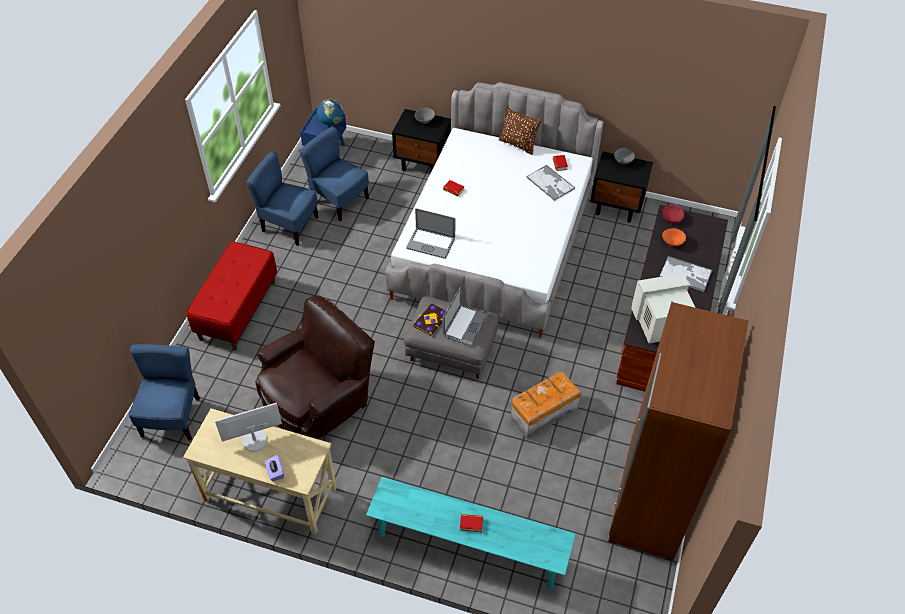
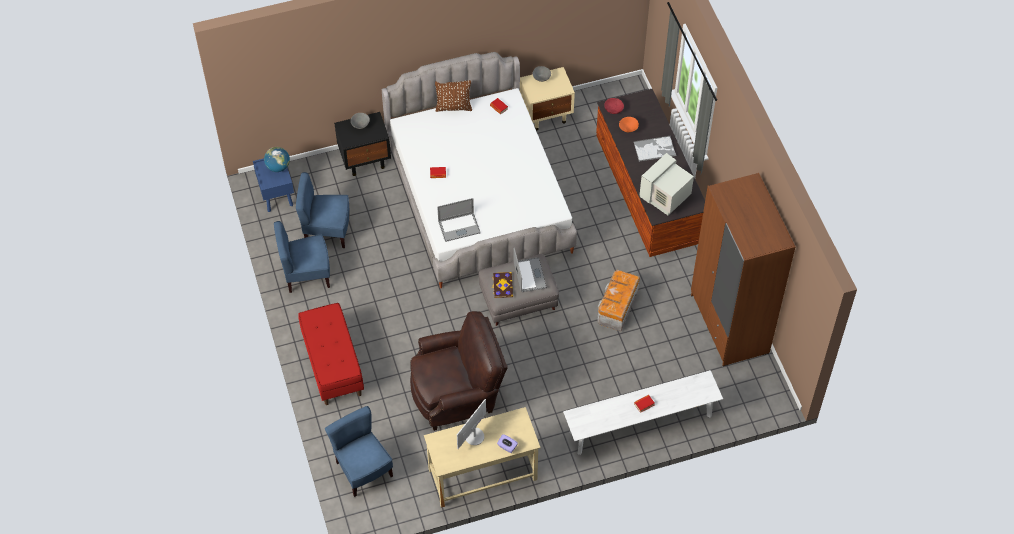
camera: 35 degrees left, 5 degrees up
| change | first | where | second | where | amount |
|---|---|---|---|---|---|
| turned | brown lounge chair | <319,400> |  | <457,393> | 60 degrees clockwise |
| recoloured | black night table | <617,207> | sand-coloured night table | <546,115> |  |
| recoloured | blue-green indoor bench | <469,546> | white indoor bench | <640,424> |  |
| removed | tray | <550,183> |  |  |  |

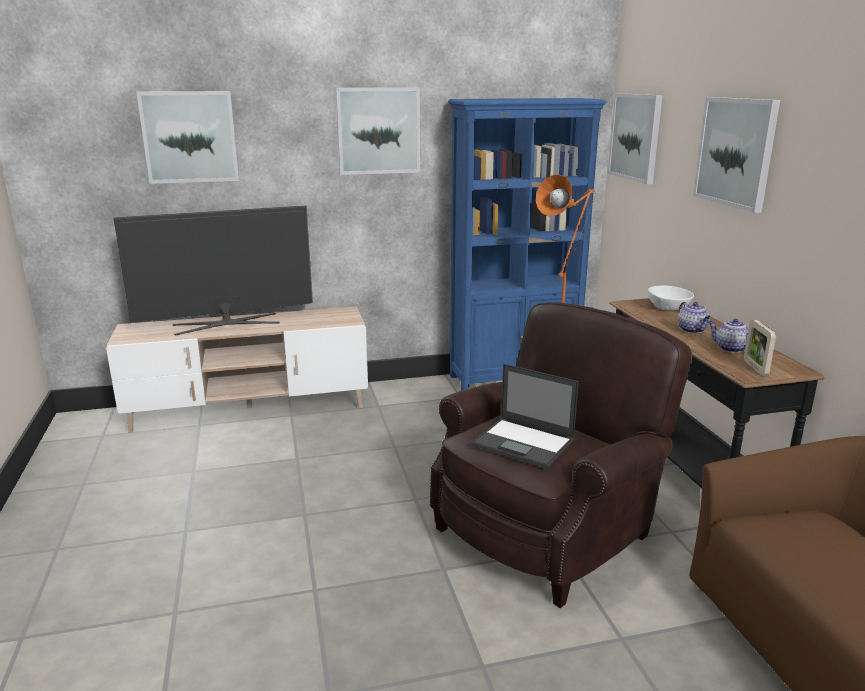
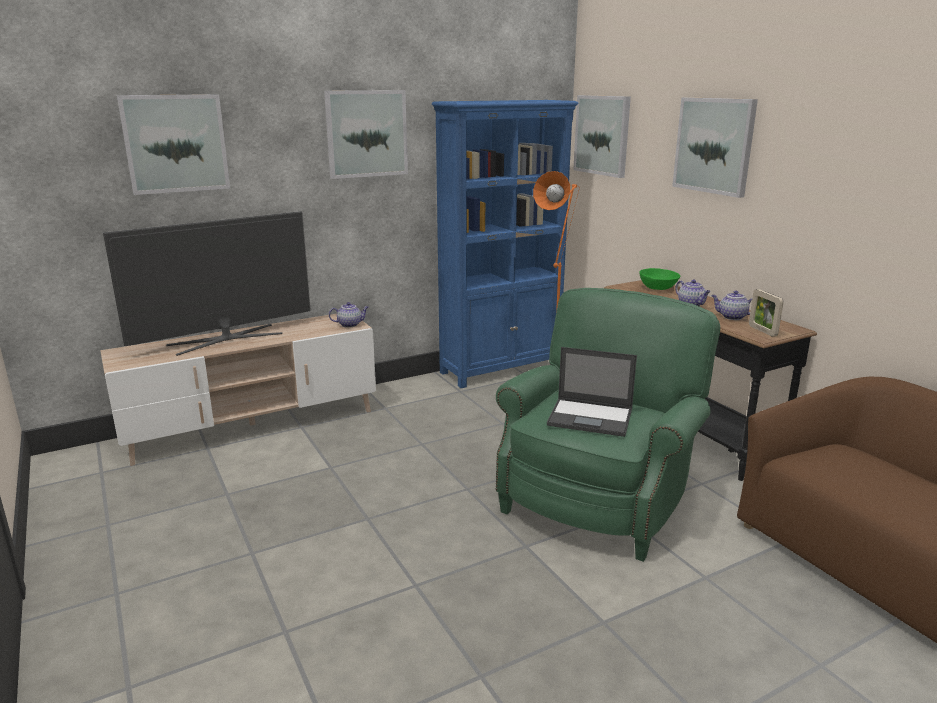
camera: 15 degrees left, 0 degrees up
| change | first | where | second | where | amount |
|---|---|---|---|---|---|
| added |  |  | teapot | <350,324> |  |
| recoloured | brown lounge chair | <548,528> | greenish lounge chair | <599,496> |  |
| recoloured | white bowl | <668,308> | greenish bowl | <658,288> |  |

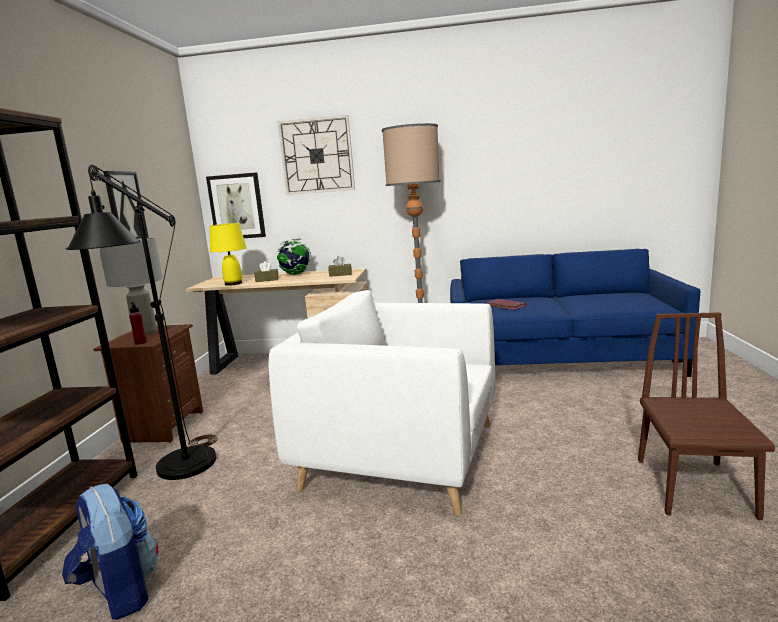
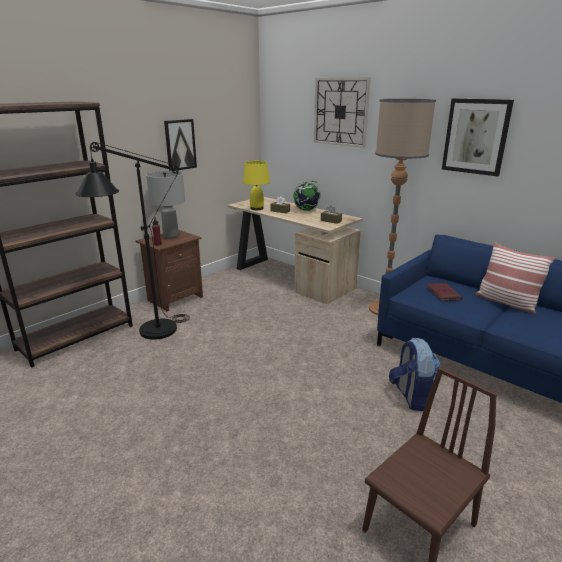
camera: 35 degrees right, 10 degrees up
| change | first | where | second | where | amount |
|---|---|---|---|---|---|
| moved | knapsack | <119,592> |  | <411,397> |  |
| moved | wall picture | <237,206> |  | <476,136> |  |
| added |  |  | cushion | <506,302> |  |
| removed | white lounge chair | <401,454> |  |  |  |

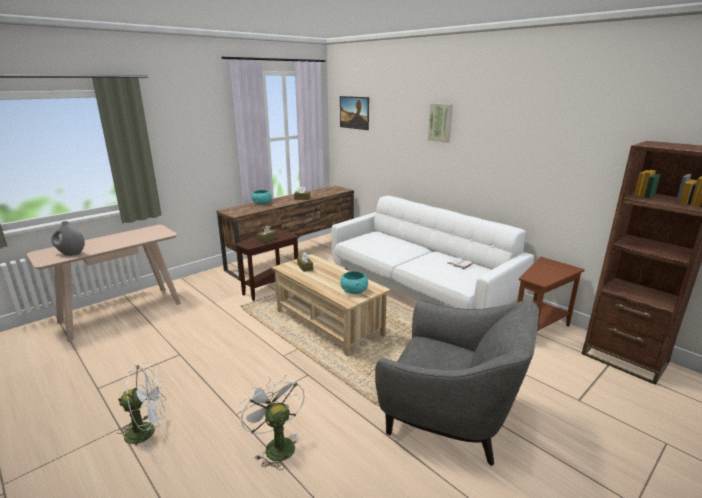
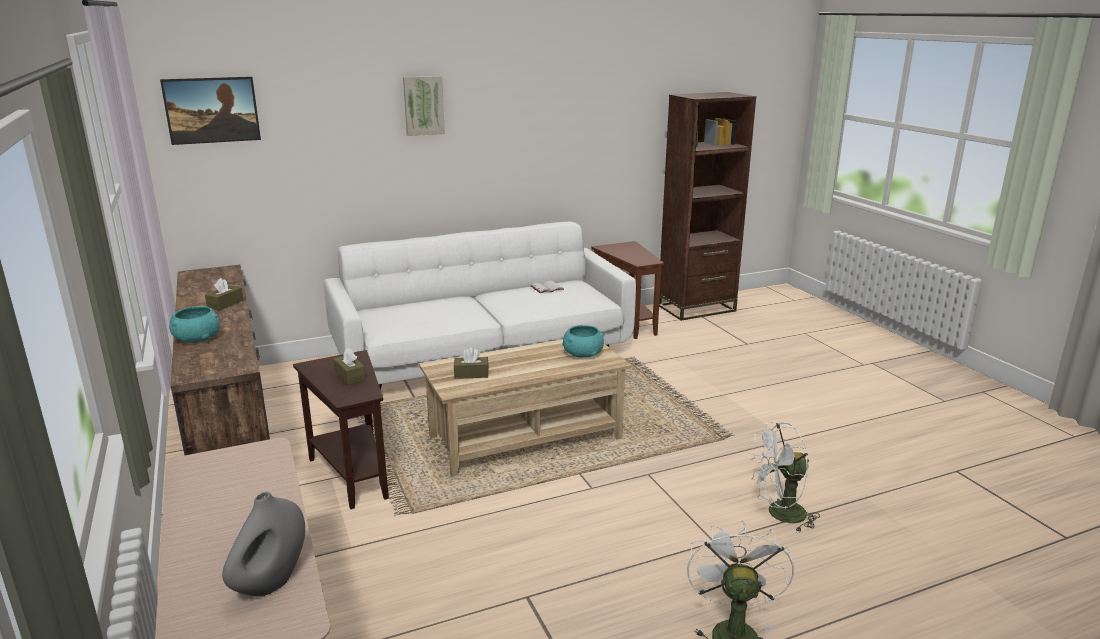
camera: 70 degrees left, 0 degrees up
| change | first | where | second | where | amount |
|---|---|---|---|---|---|
| removed | grey lounge chair | <450,416> |  |  |  |

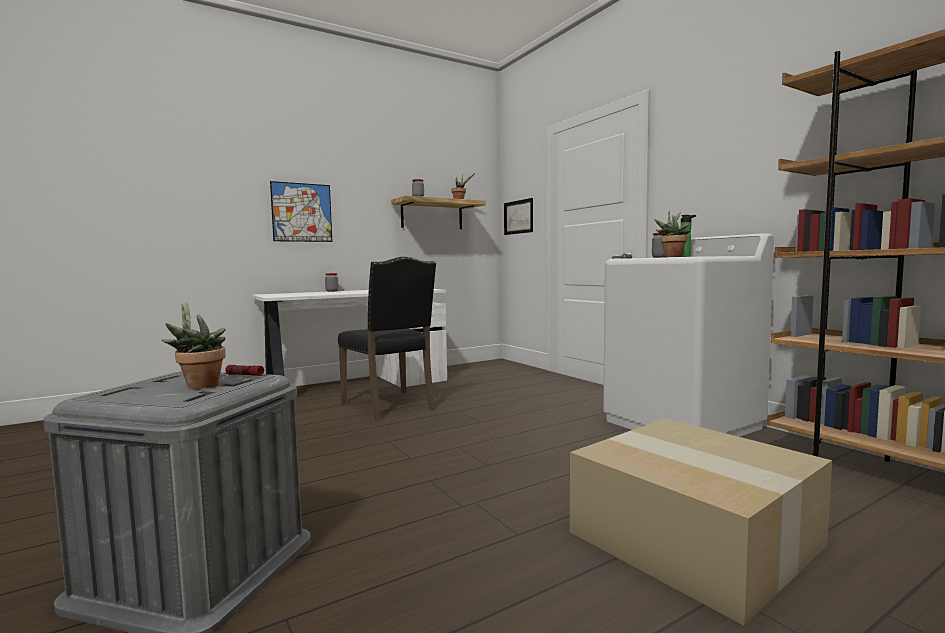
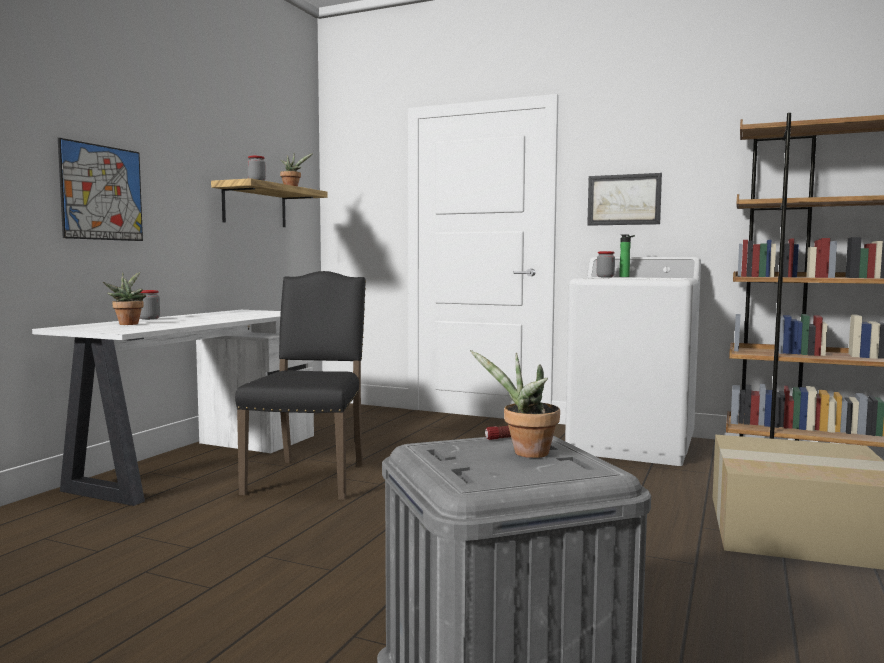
camera: 35 degrees left, 0 degrees up
| change | first | where | second | where | amount |
|---|---|---|---|---|---|
| moved | plant in a pot | <672,257> |  | <128,324> |  |
| turned | black plain chair | <390,406> |  | <310,477> | 105 degrees counterclockwise |
| moved | wall picture | <518,217> |  | <624,199> |  |

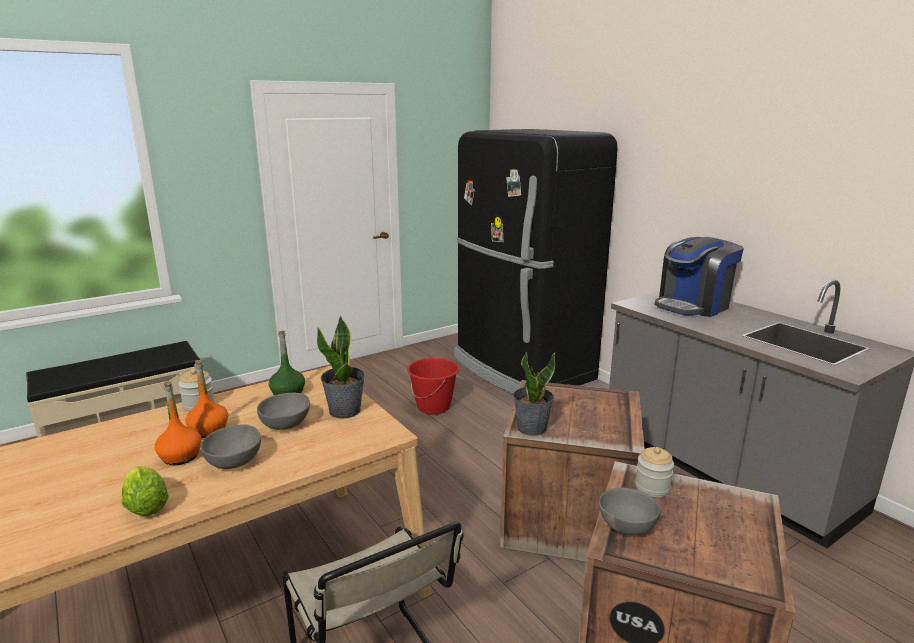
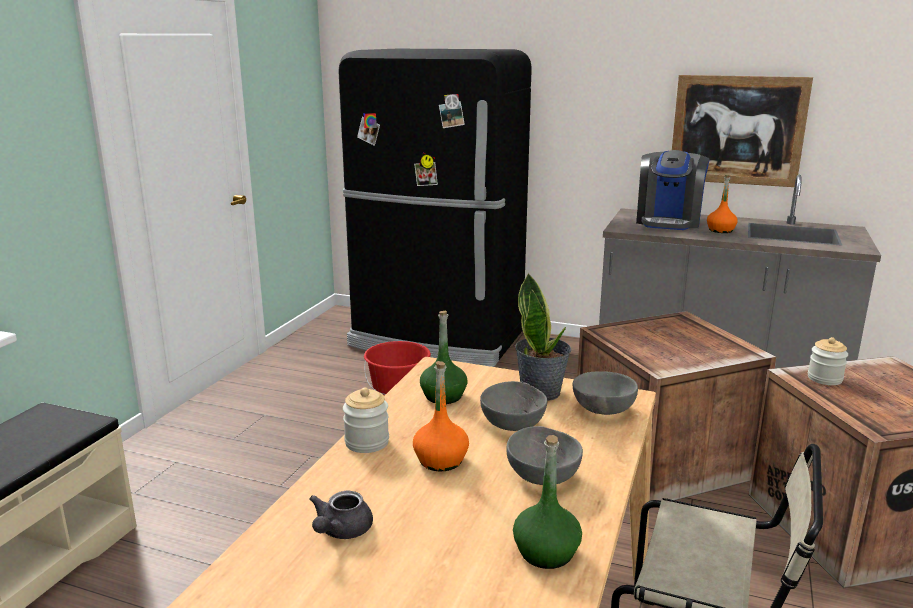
camera: 35 degrees left, 0 degrees up
| change | first | where | second | where | amount |
|---|---|---|---|---|---|
| added |  |  | grey teapot | <341,531> |  |
| replaced | lettuce head | <145,504> | greenish beverage bottle | <546,553> |  |
| moved | grey bowl | <625,527> |  | <602,411> |  |
| added |  |  | wall picture | <737,130> |  |
| moved | orange beverage bottle | <181,456> |  | <720,230> |  |
| removed | plant in a pot | <531,428> |  |  |  |

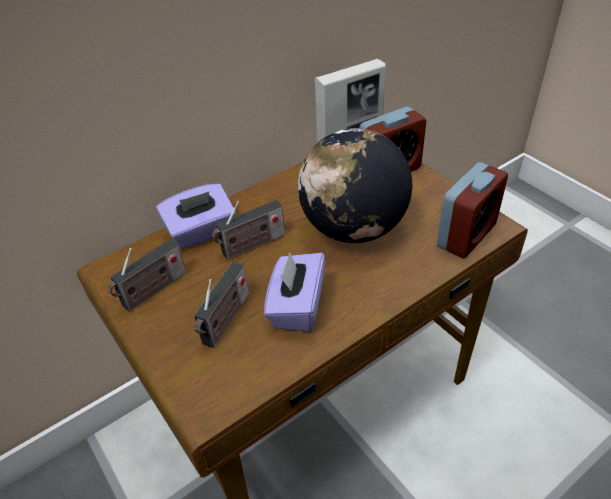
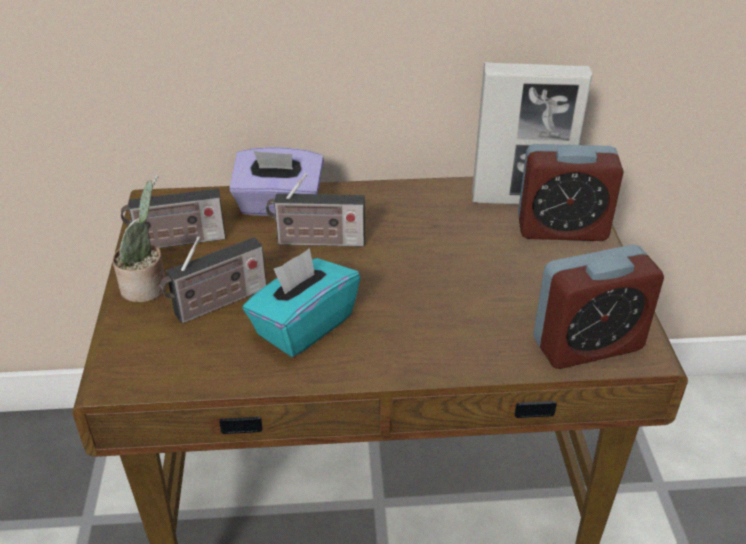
camera: 30 degrees right, 5 degrees down
| change | first | where | second | where | amount |
|---|---|---|---|---|---|
| added |  |  | plant in a pot | <147,288> |  |
| recoloured | purple tissue holder | <297,306> | blue-green tissue holder | <303,325> |  |
| removed | globe | <353,228> |  |  |  |

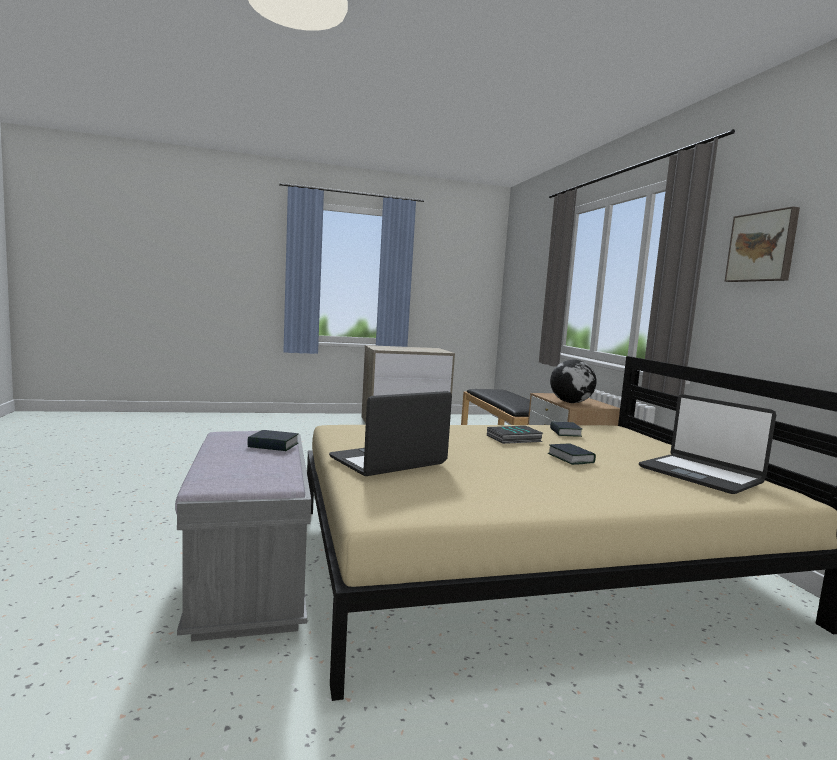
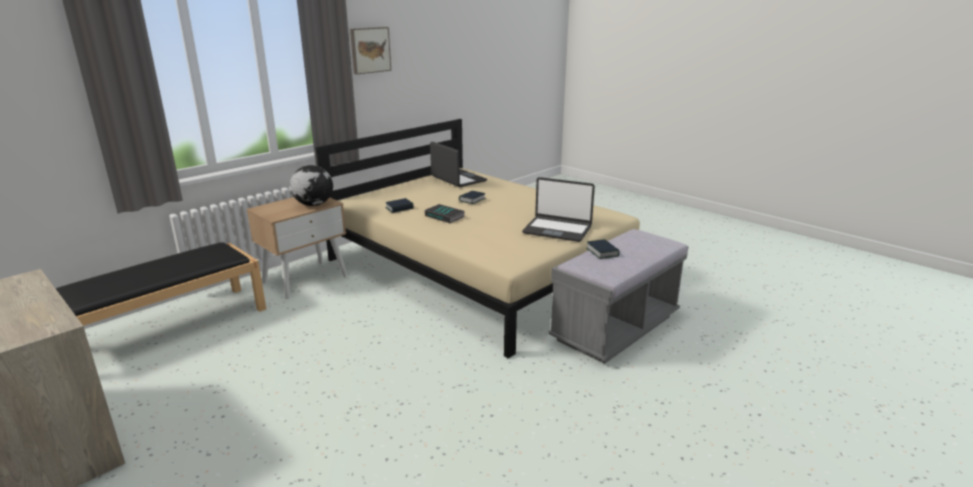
camera: 120 degrees left, 15 degrees up
| change | first | where | second | where | amount |
|---|---|---|---|---|---|
| turned | notebook computer | <700,475> |  | <458,179> | 60 degrees counterclockwise |

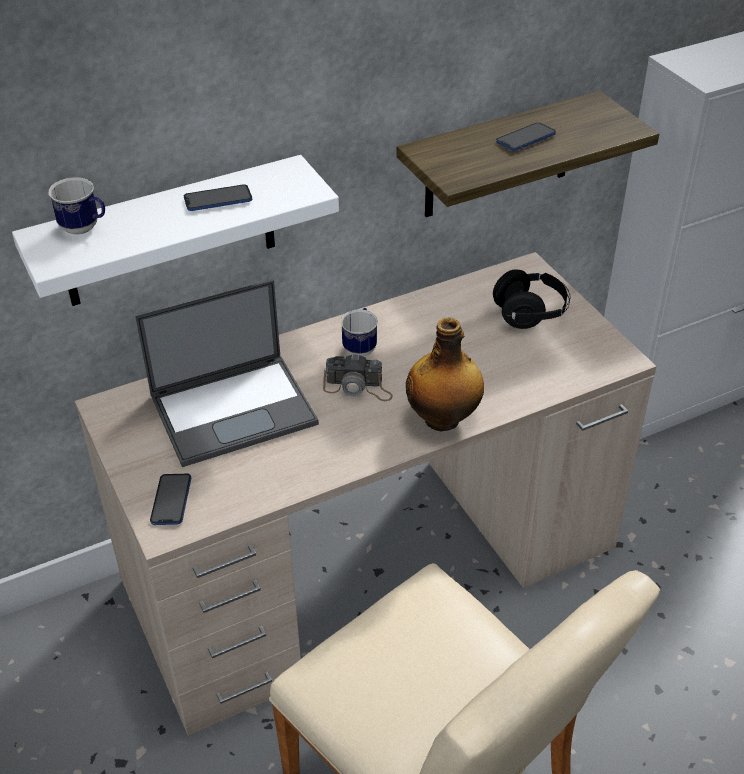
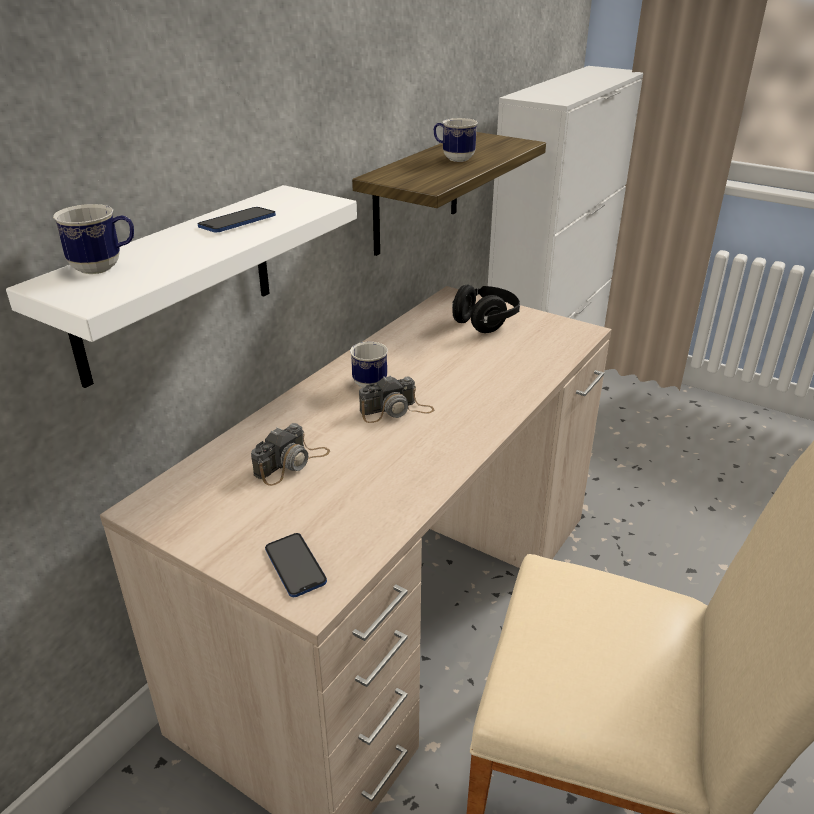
camera: 30 degrees left, 10 degrees down
| change | first | where | second | where | amount |
|---|---|---|---|---|---|
| replaced | notebook computer | <235,408> | still camera | <292,463> |  |
| replaced | handset | <525,138> | mug | <453,158> |  |
| removed | beverage bottle | <443,419> |  |  |  |

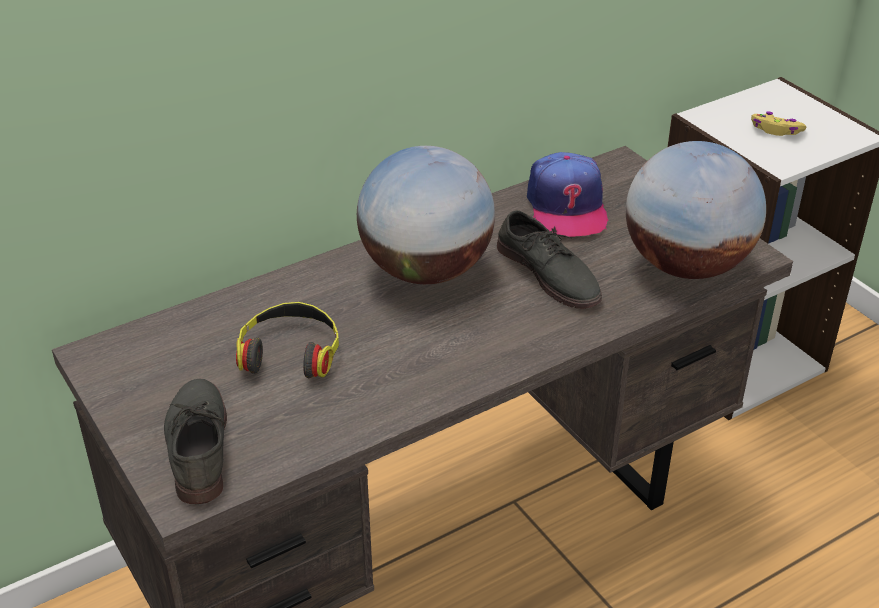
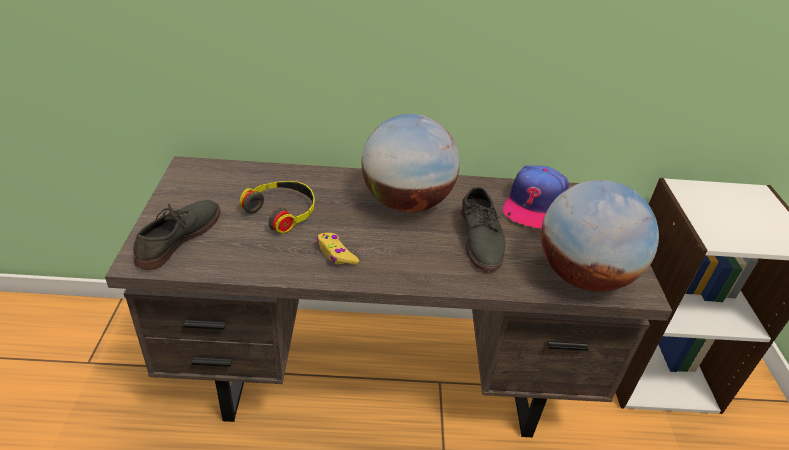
camera: 30 degrees right, 0 degrees up
| change | first | where | second | where | amount |
|---|---|---|---|---|---|
| moved | yellow game controller | <776,130> |  | <336,254> |  |

